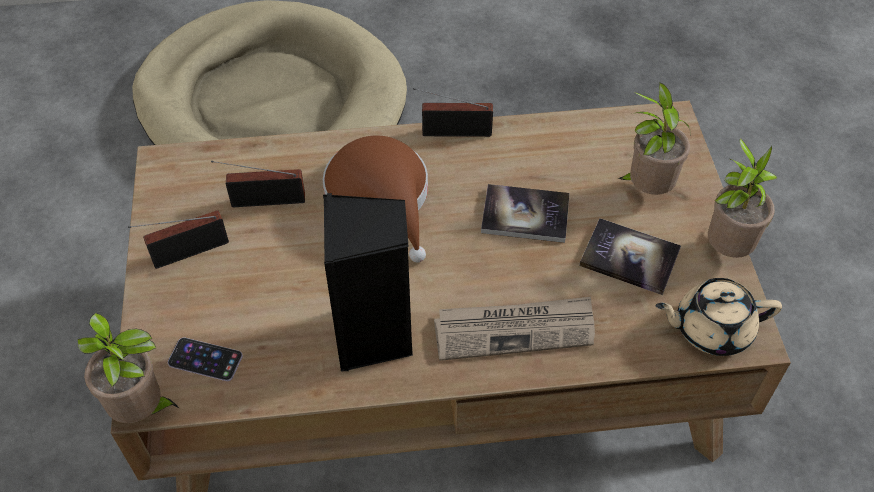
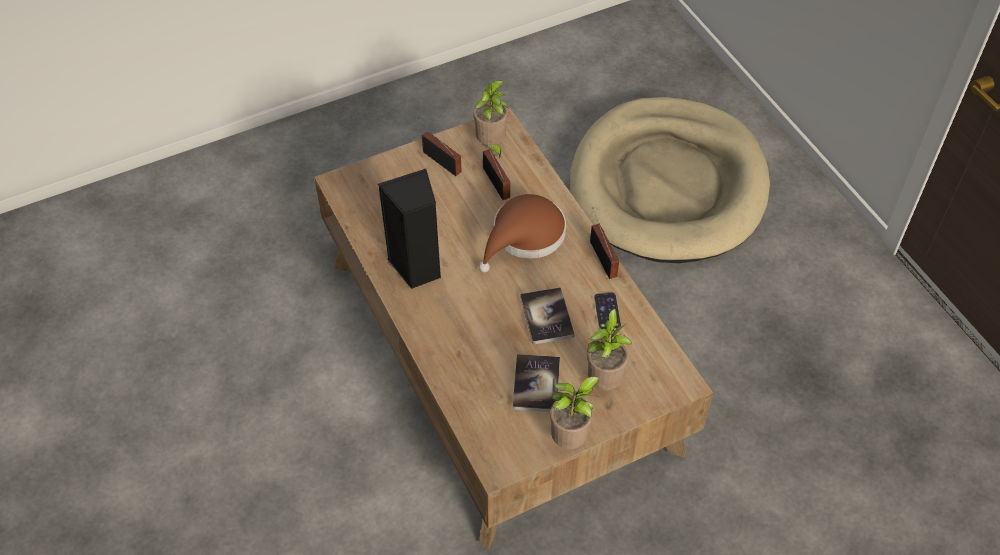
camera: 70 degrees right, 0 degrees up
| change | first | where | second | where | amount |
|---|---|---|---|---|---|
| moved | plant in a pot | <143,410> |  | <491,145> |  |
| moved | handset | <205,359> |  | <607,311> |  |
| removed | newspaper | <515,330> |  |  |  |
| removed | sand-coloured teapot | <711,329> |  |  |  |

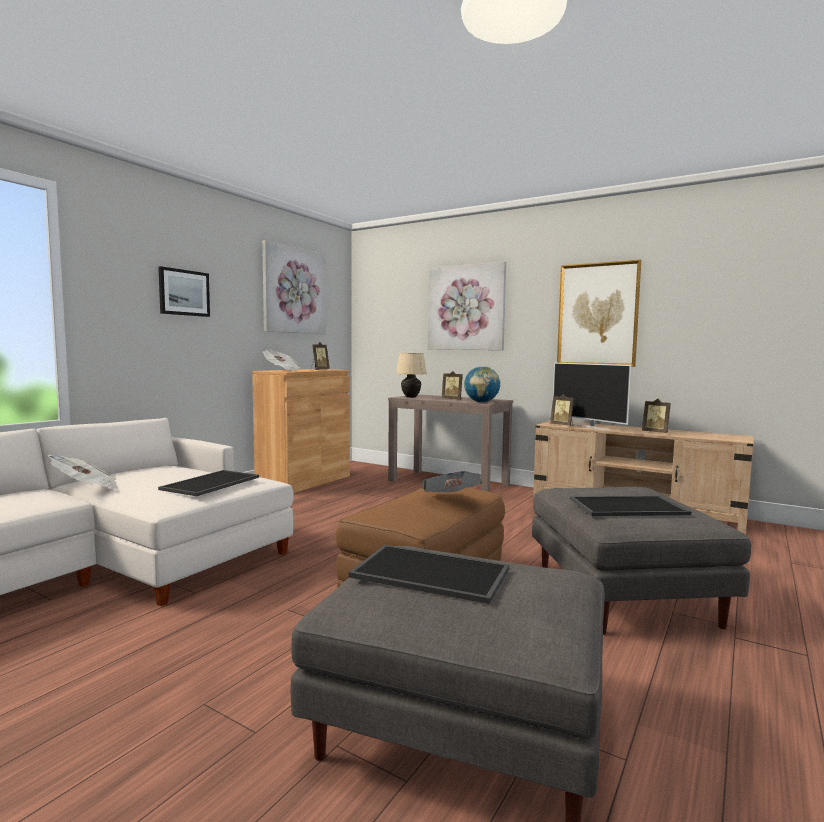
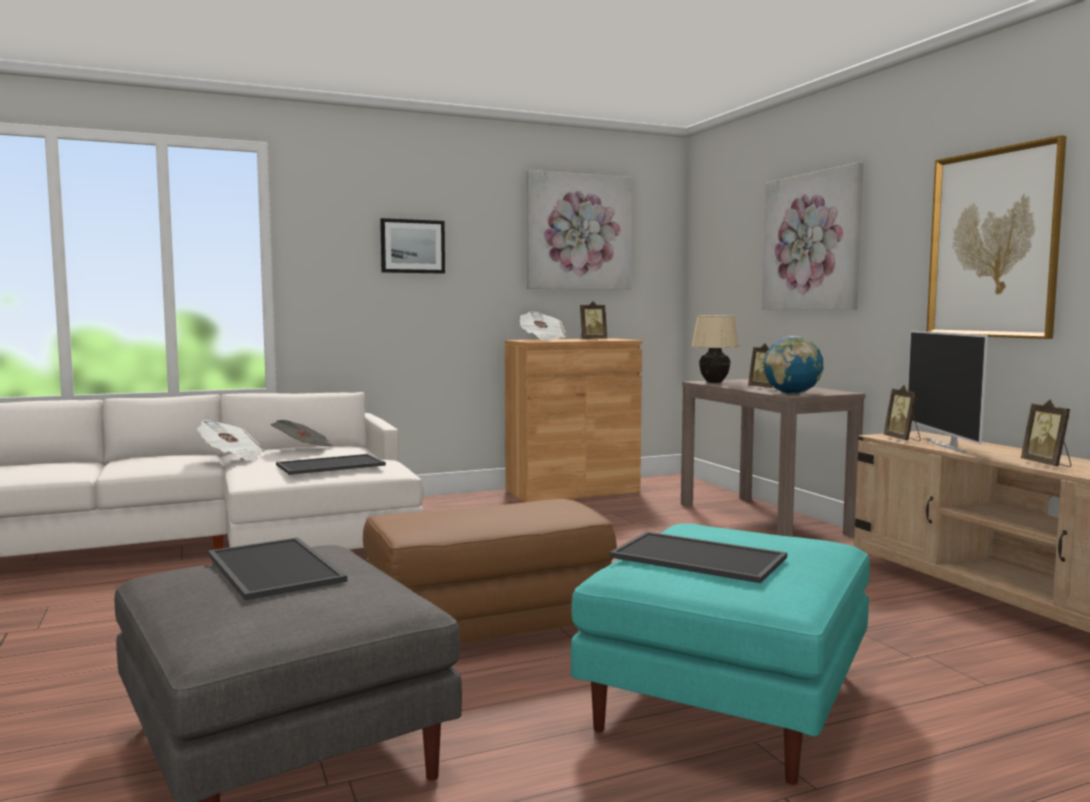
camera: 35 degrees right, 0 degrees up
| change | first | where | second | where | amount |
|---|---|---|---|---|---|
| moved | newspaper | <451,500> |  | <304,450> |  |
| recoloured | grey footrest | <625,594> | blue-green footrest | <728,703> |  |

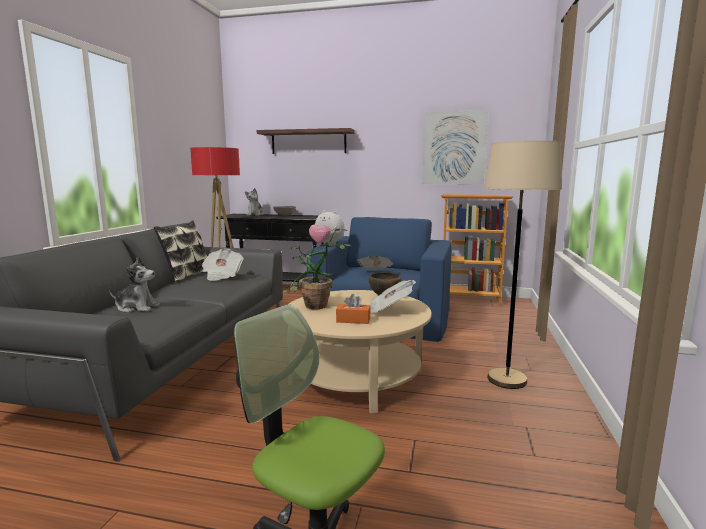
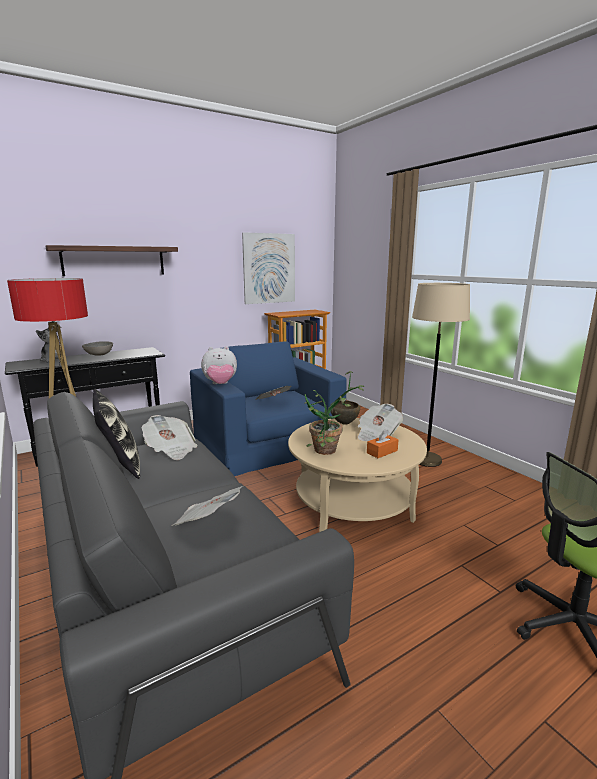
camera: 45 degrees left, 5 degrees up
| change | first | where | second | where | amount |
|---|---|---|---|---|---|
| replaced | cuddly toy | <136,308> | newspaper | <208,522> |  |

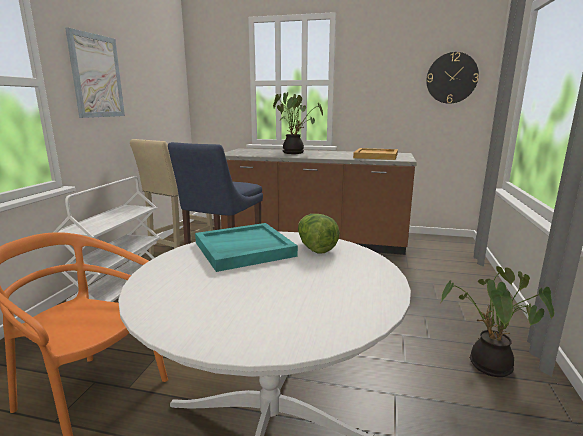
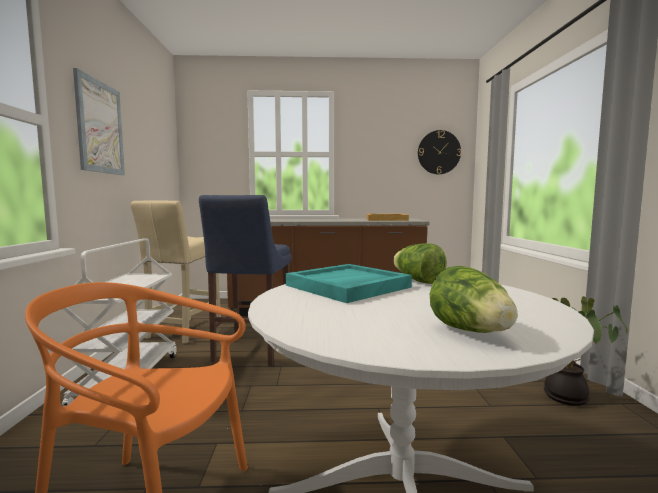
camera: 15 degrees left, 10 degrees down
| change | first | where | second | where | amount |
|---|---|---|---|---|---|
| added |  |  | lettuce head | <471,332> |  |
| removed | plant in a pot | <295,152> |  |  |  |

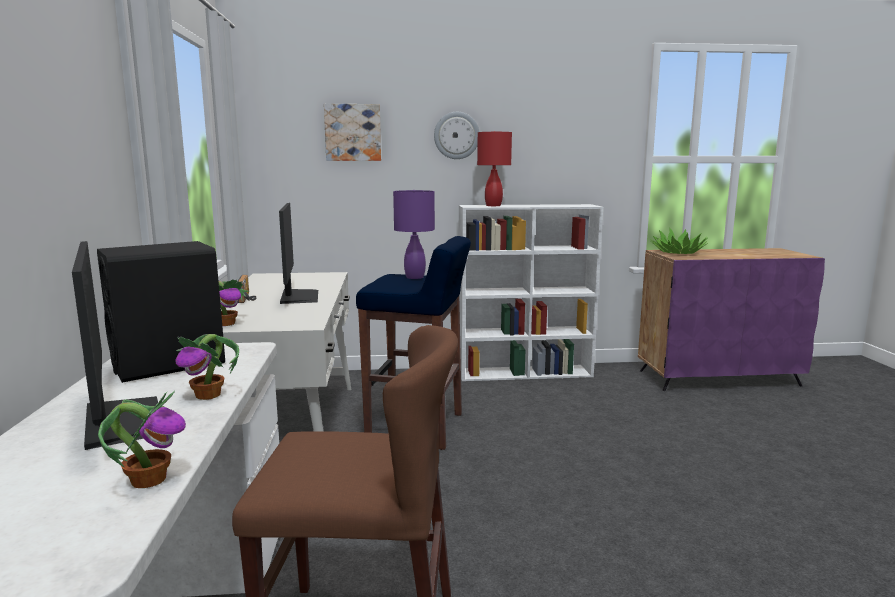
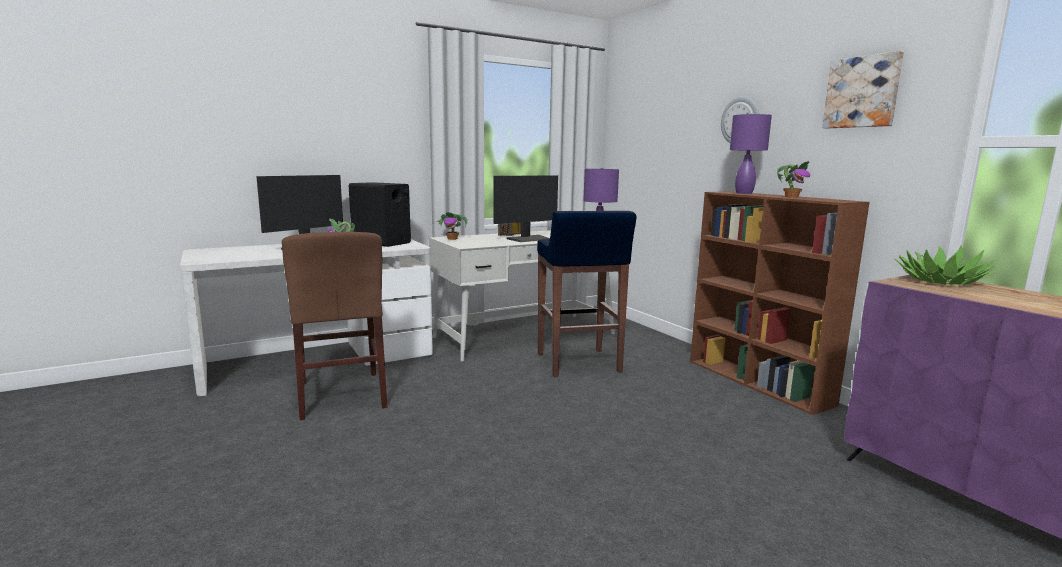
camera: 65 degrees right, 0 degrees up
| change | first | where | second | where | amount |
|---|---|---|---|---|---|
| recoloured | white shelving unit | <526,373> | brown shelving unit | <758,382> |  |
| recoloured | red-coloured table lamp | <494,205> | purple table lamp | <744,193> |  |
| moved | plant in a pot | <148,479> |  | <791,197> |  |
| moved | wall picture | <353,132> |  | <862,92> |  |

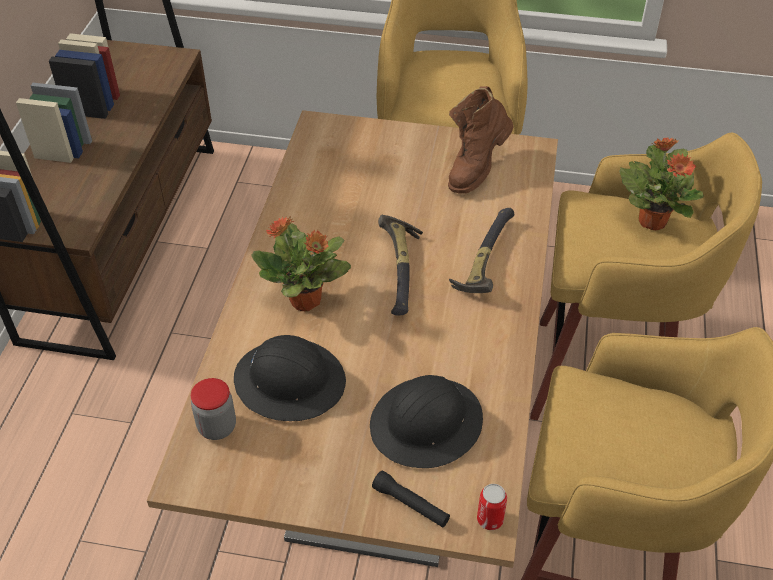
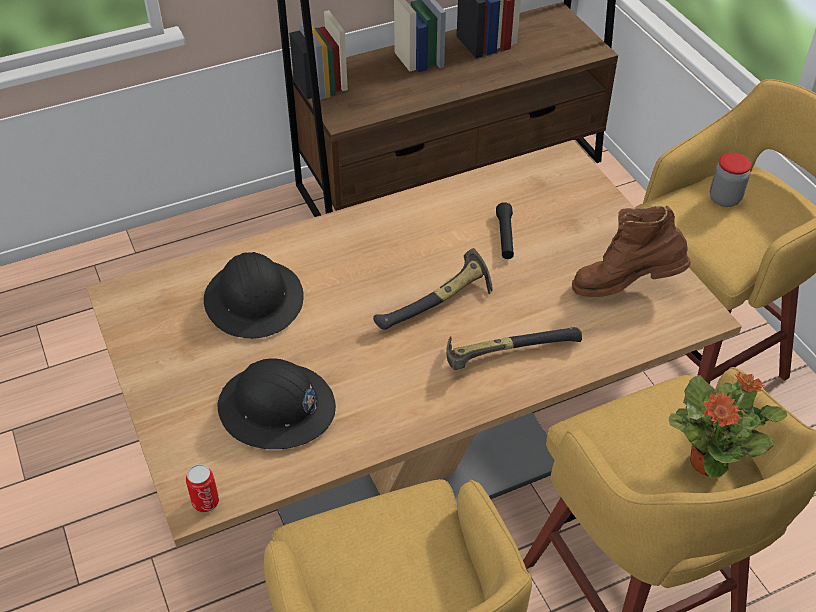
camera: 55 degrees right, 0 degrees up
| change | first | where | second | where | amount |
|---|---|---|---|---|---|
| moved | black flashlight | <411,505> |  | <505,237> |  |
| moved | storage jar | <217,427> |  | <724,199> |  |
| removed | plant in a pot | <306,301> |  |  |  |

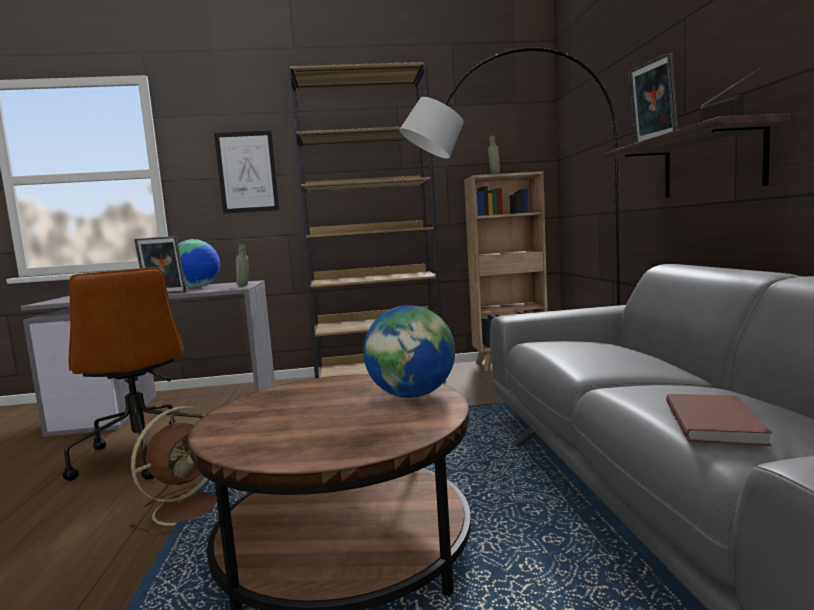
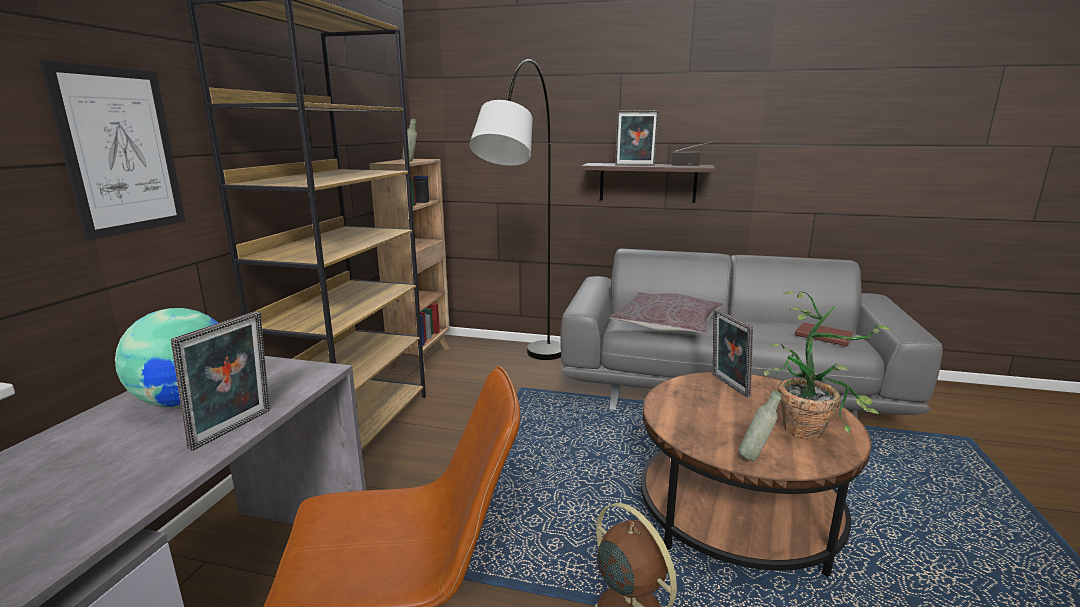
camera: 70 degrees left, 10 degrees up
| change | first | where | second | where | amount |
|---|---|---|---|---|---|
| added |  |  | grey cushion | <666,324> |  |
| replaced | globe | <412,395> | standing frame | <727,385> |  |
| moved | grey beverage bottle | <244,286> |  | <755,457> |  |
| added |  |  | plant in a pot | <811,428> |  |

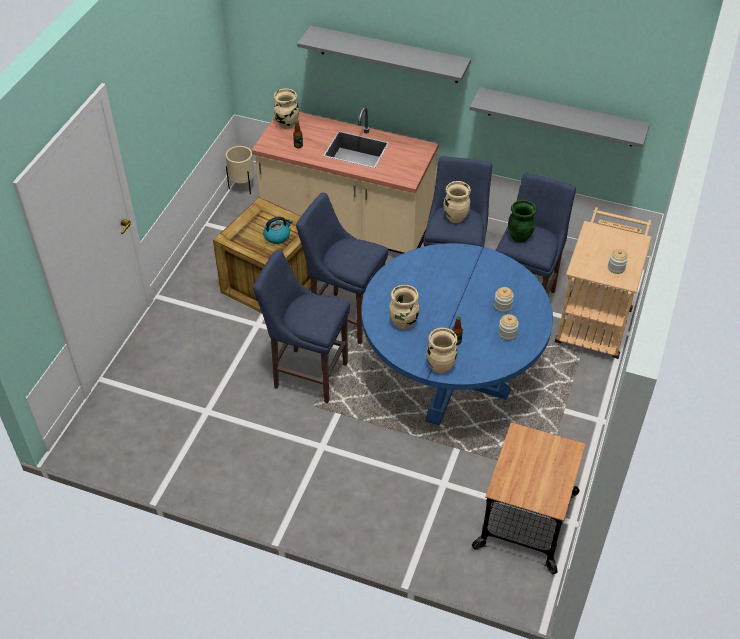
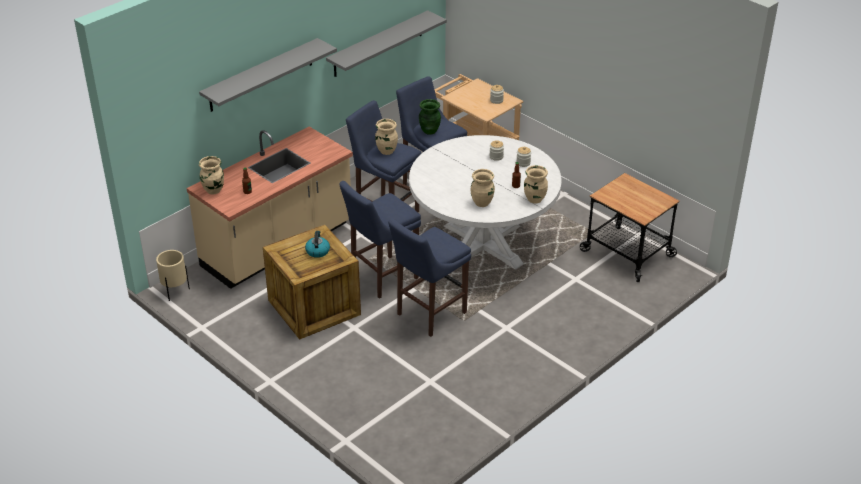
camera: 65 degrees left, 10 degrees down
| change | first | where | second | where | amount |
|---|---|---|---|---|---|
| recoloured | blue dinner table | <450,378> | white dinner table | <482,245> |  |

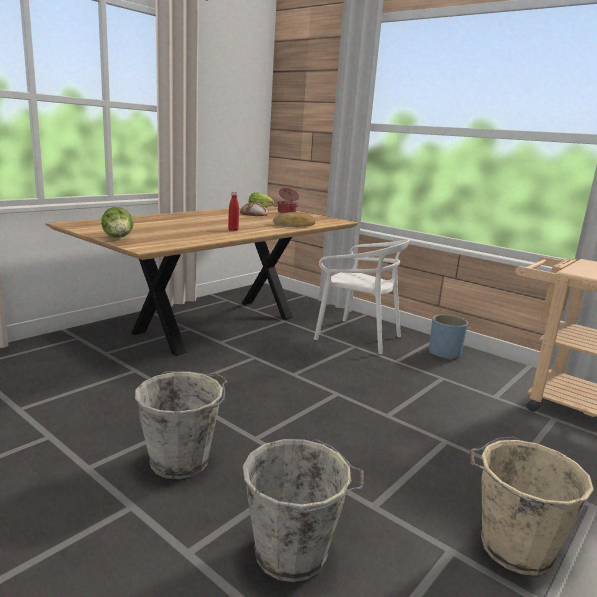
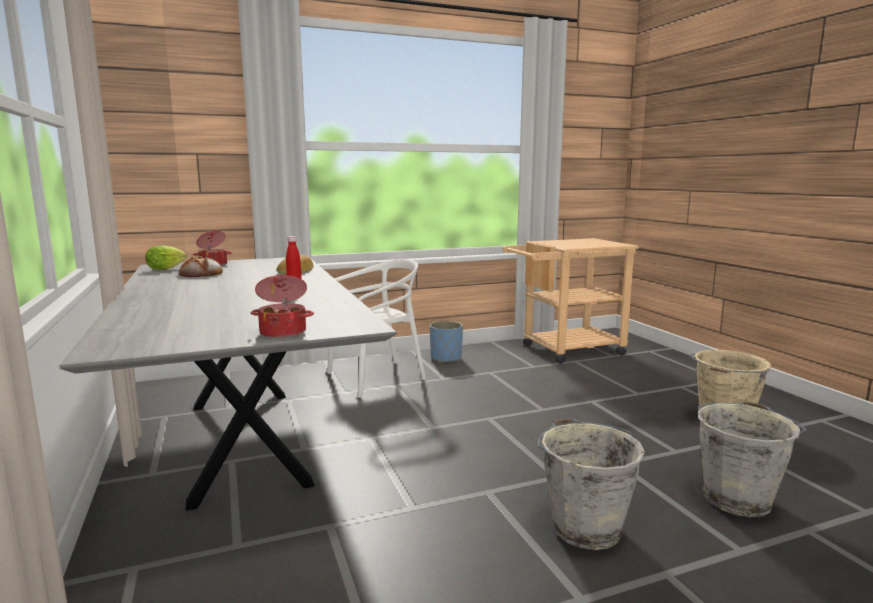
camera: 60 degrees left, 5 degrees down
| change | first | where | second | where | amount |
|---|---|---|---|---|---|
| recoloured | brown dinner table | <218,324> | grey dinner table | <245,438> |  |
| replaced | lettuce head | <118,238> | cooking pot | <283,332> |  |

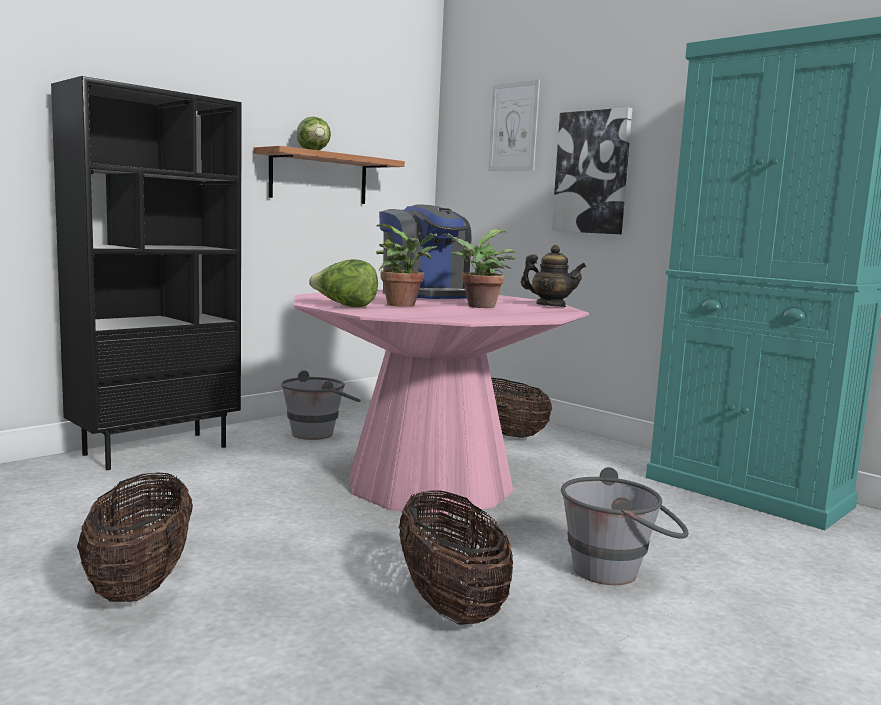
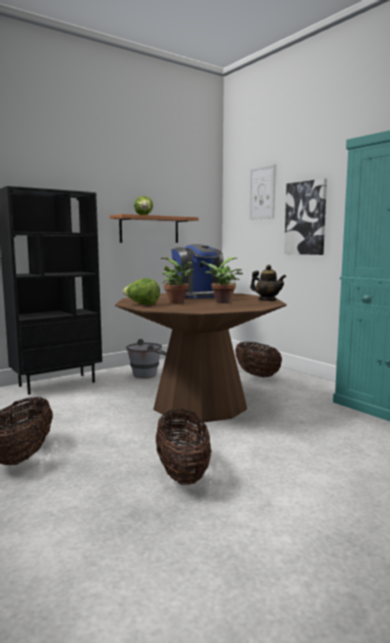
camera: 10 degrees right, 0 degrees up
| change | first | where | second | where | amount |
|---|---|---|---|---|---|
| recoloured | pink-coloured dinner table | <430,483> | brown dinner table | <200,404> |  |
| removed | grey pail | <619,571> |  |  |  |

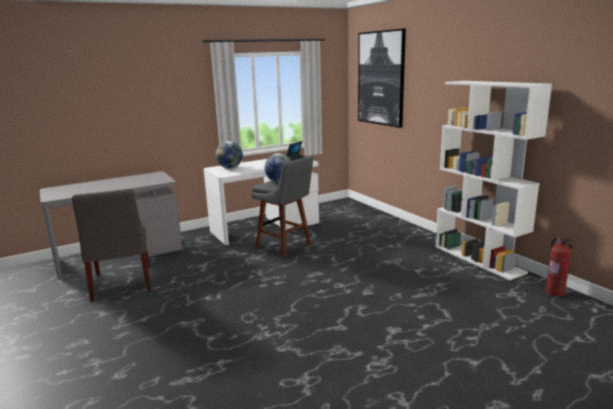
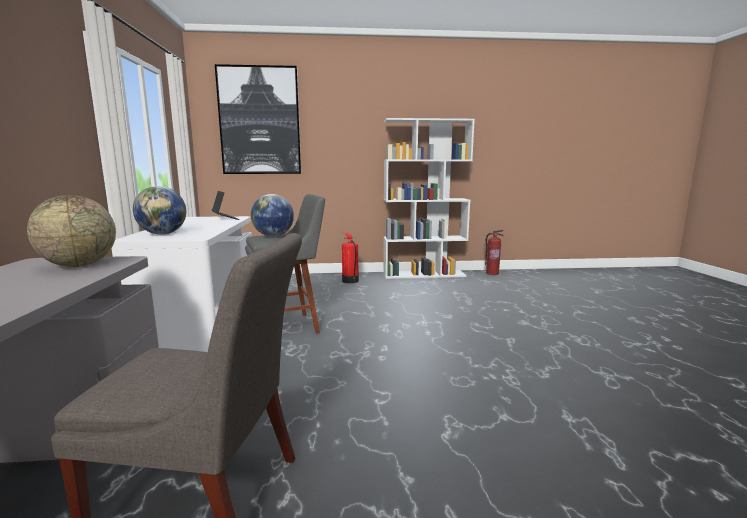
camera: 65 degrees left, 5 degrees down
| change | first | where | second | where | amount |
|---|---|---|---|---|---|
| added |  |  | globe | <79,265> |  |
| added |  |  | fire extinguisher | <350,280> |  |

